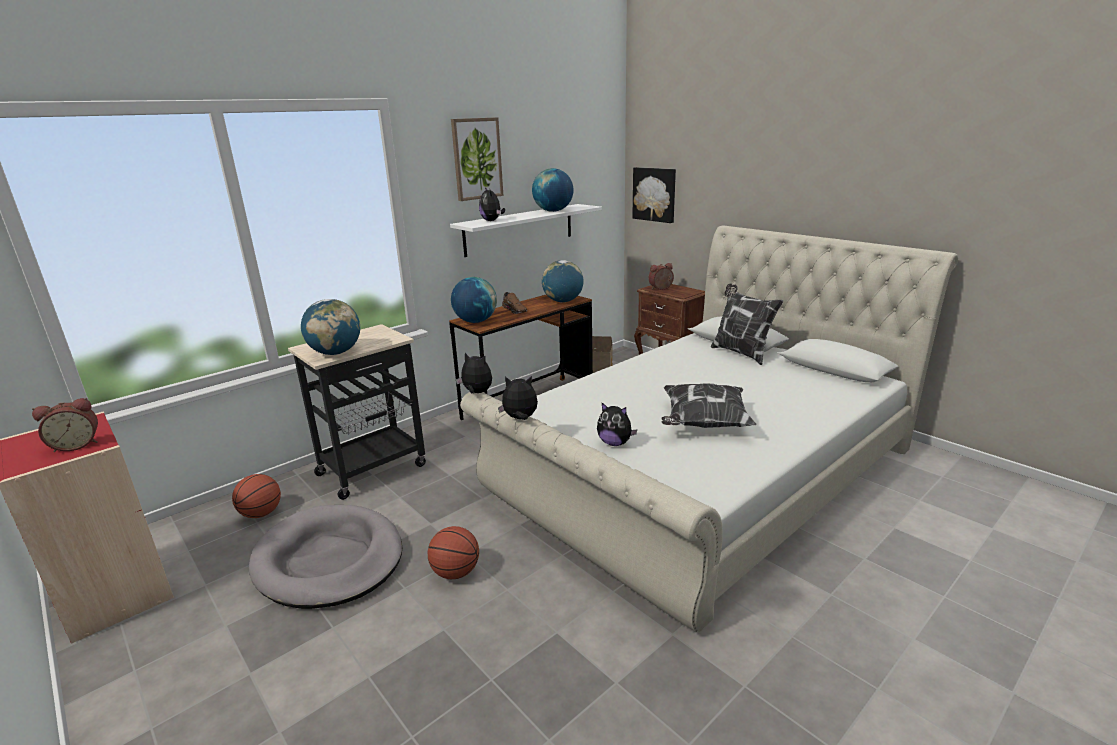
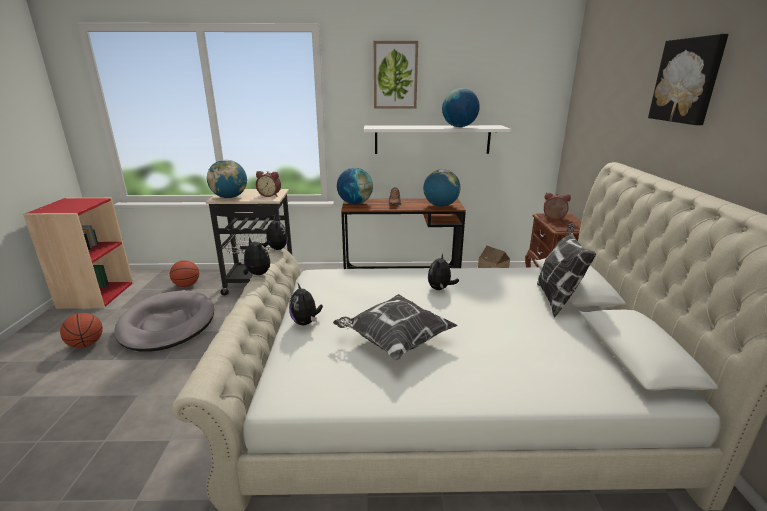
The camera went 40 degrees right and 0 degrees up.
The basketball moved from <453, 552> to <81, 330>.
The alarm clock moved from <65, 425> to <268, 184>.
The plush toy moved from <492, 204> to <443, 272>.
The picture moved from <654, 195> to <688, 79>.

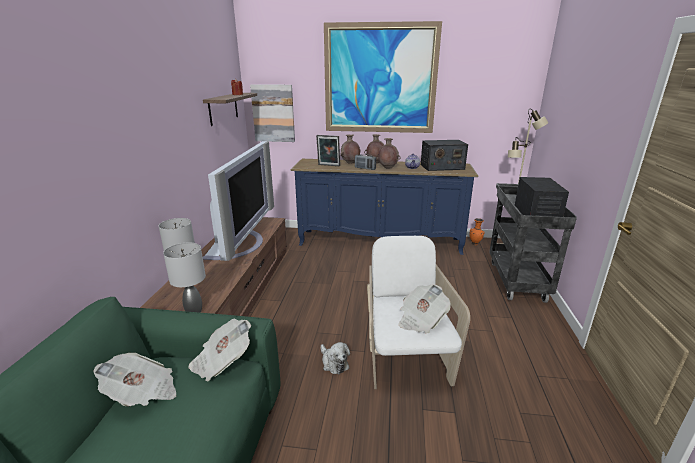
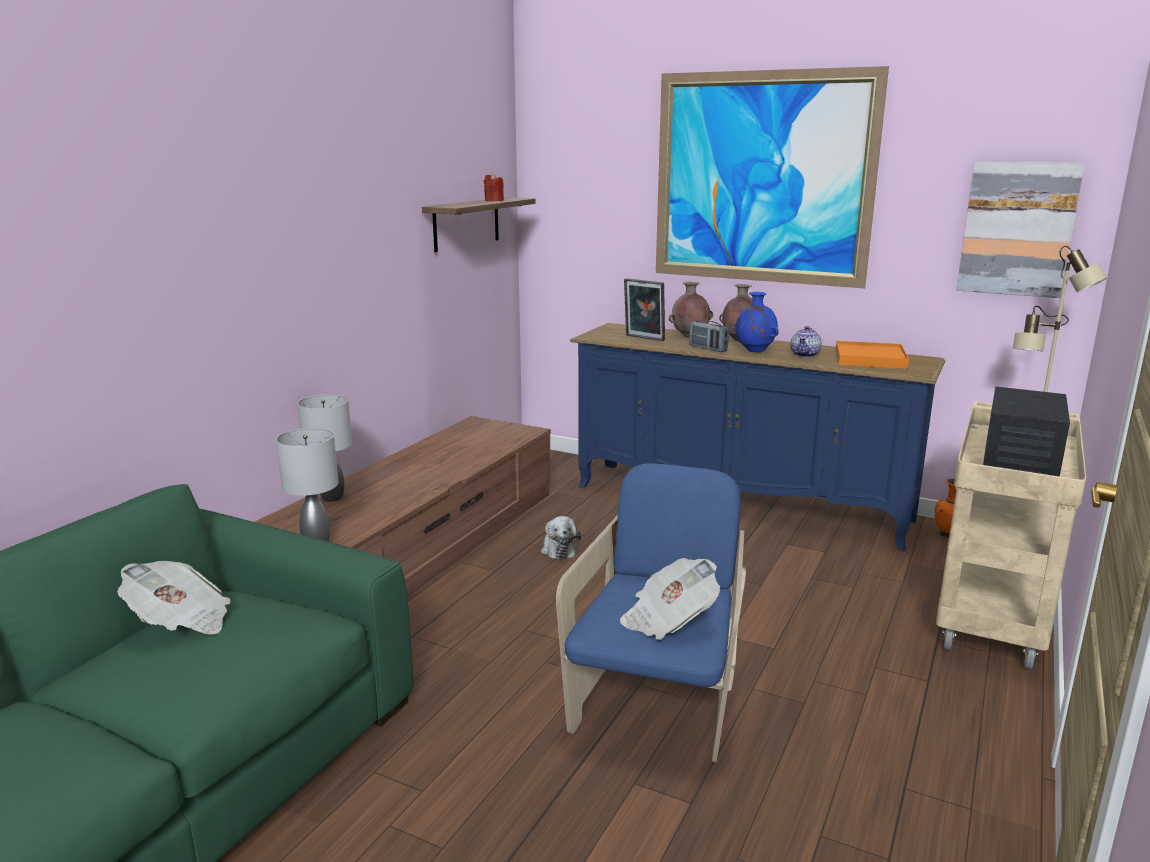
The camera went 20 degrees right and 5 degrees down.
The plush toy moved from <335, 358> to <561, 538>.
The armchair (white) at <418, 312> became the armchair (blue) at <651, 613>.
The vase (brown) at <389, 153> became the vase (blue) at <756, 322>.
The radio at <444, 155> was replaced by the tray (orange) at <872, 355>.
The cart (black) at <533, 243> became the cart (beige) at <1011, 535>.
The picture moved from <272, 113> to <1020, 230>.
The newspaper at <220, 350> disappeared.
The television at <238, 201> disappeared.

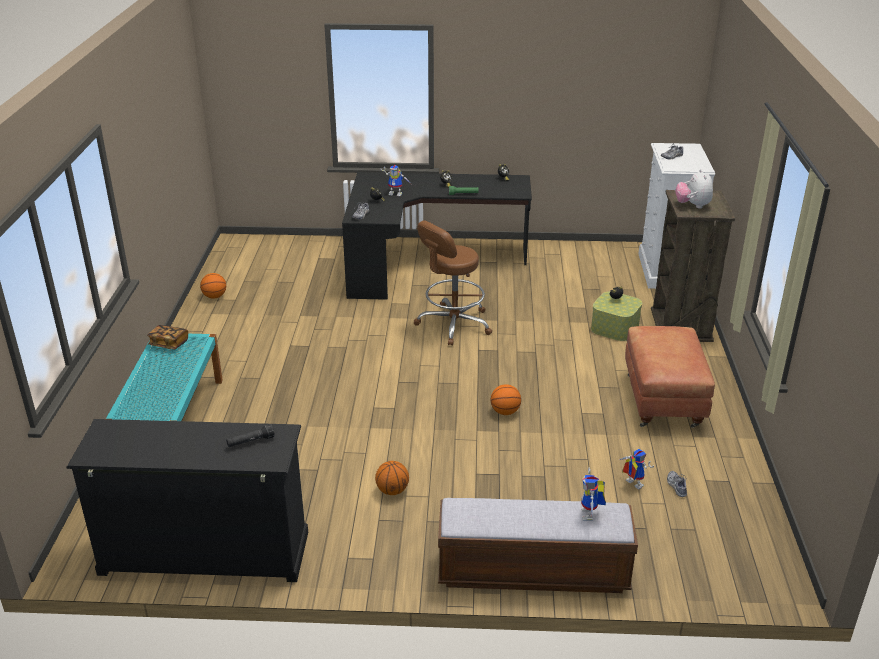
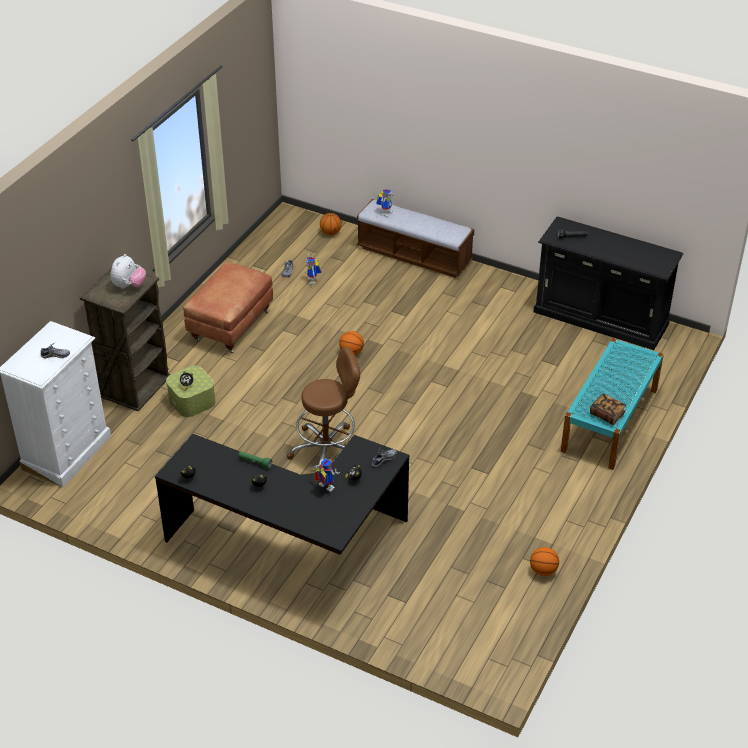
The camera went 155 degrees left and 10 degrees up.
The basketball moved from <392, 478> to <331, 224>.

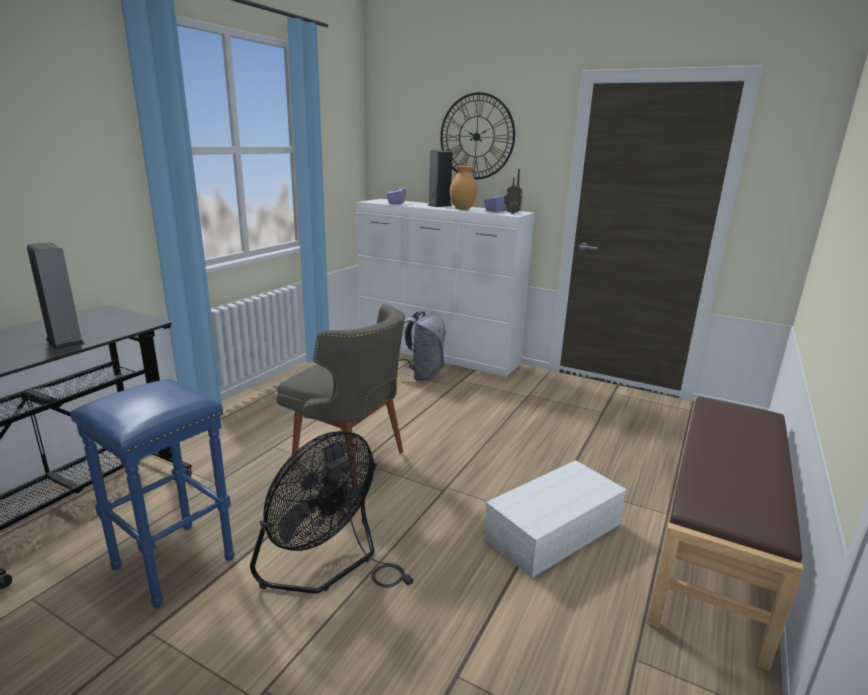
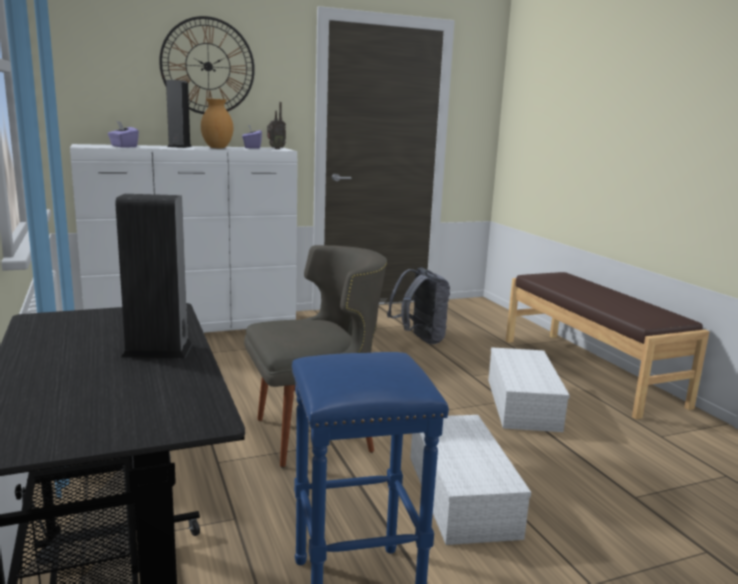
The camera went 50 degrees left and 5 degrees down.
The backpack (grey) moved from <422, 346> to <418, 305>.
The fan (black) at <331, 512> was replaced by the storage box (white) at <470, 480>.

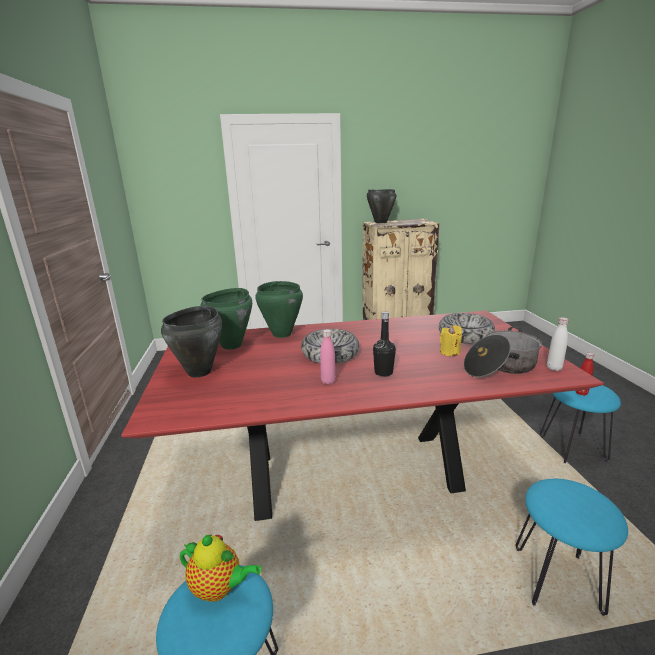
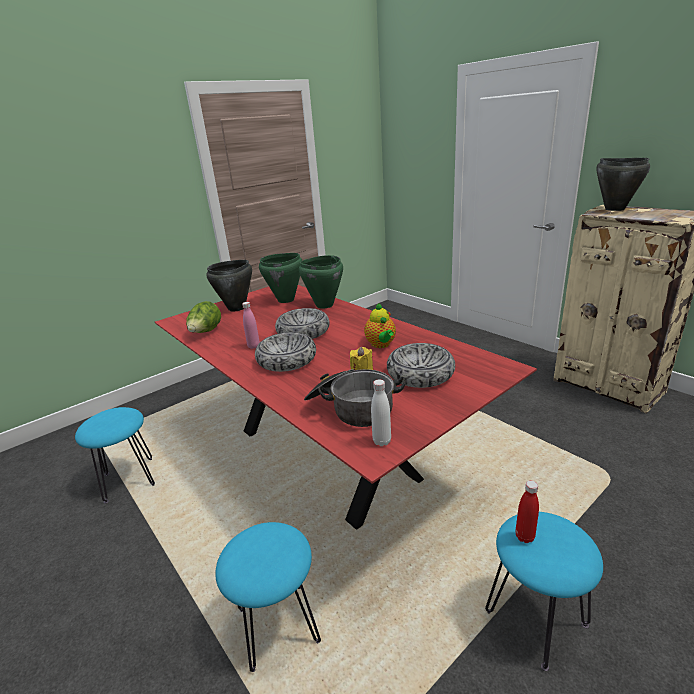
The camera went 60 degrees right and 5 degrees up.
The lettuce at <203, 317> appeared.
The bottle (black) at <384, 344> was replaced by the bowl at <285, 352>.
The teapot moved from <221, 568> to <380, 325>.

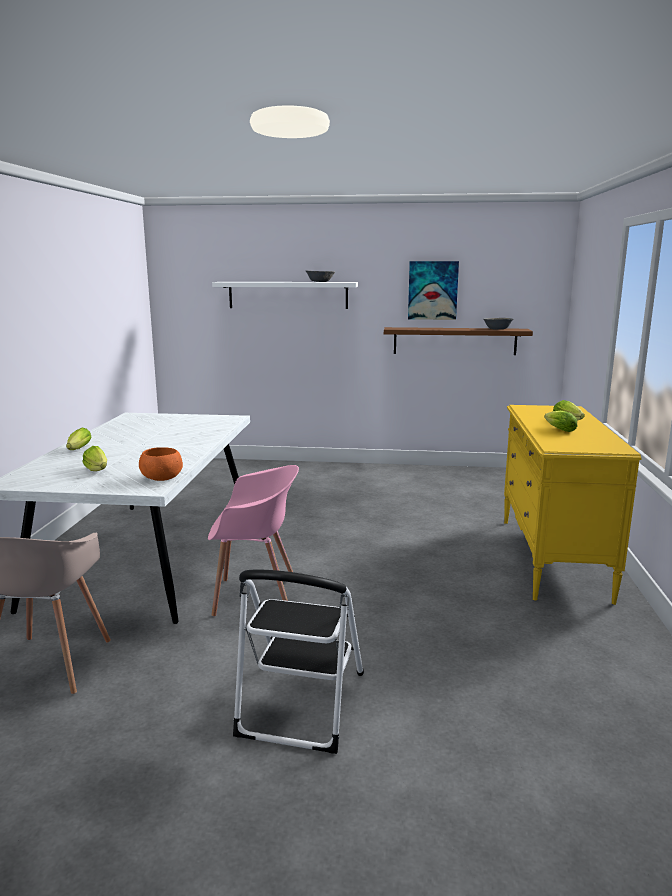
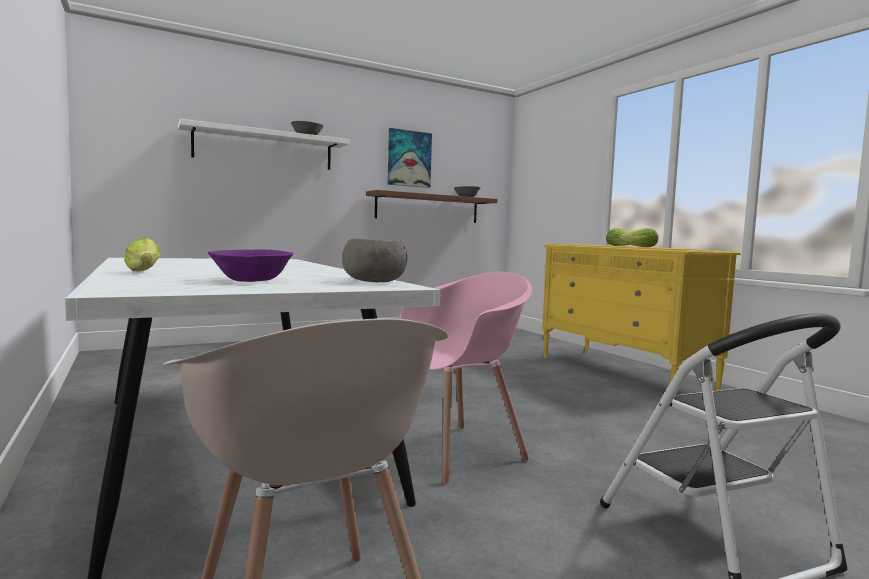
The camera went 35 degrees left and 10 degrees down.
The lettuce at <94, 458> was replaced by the bowl (purple) at <250, 265>.
The bowl (orange) at <161, 464> became the bowl (grey) at <374, 260>.

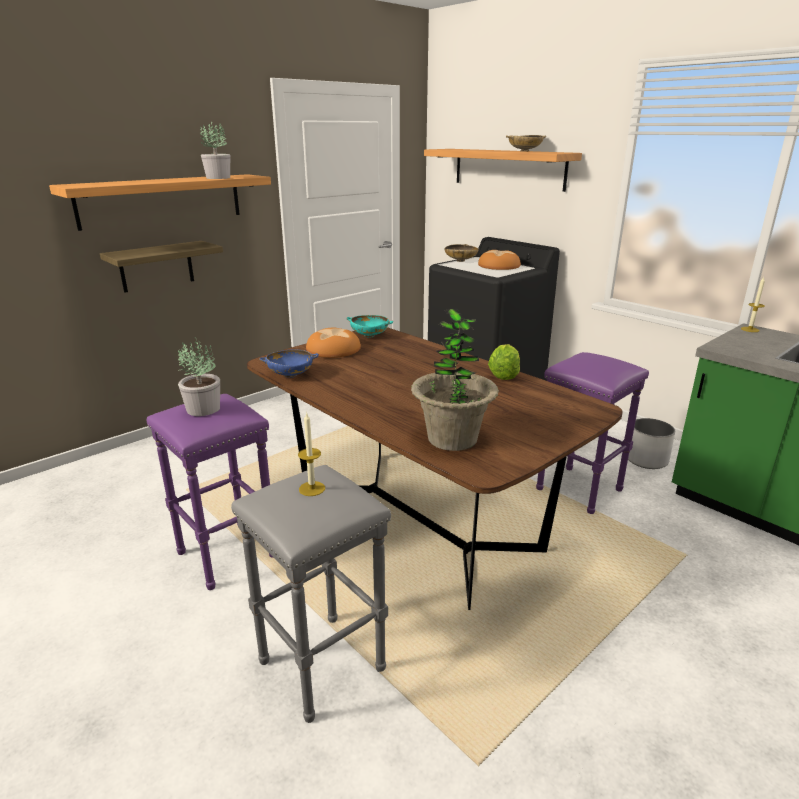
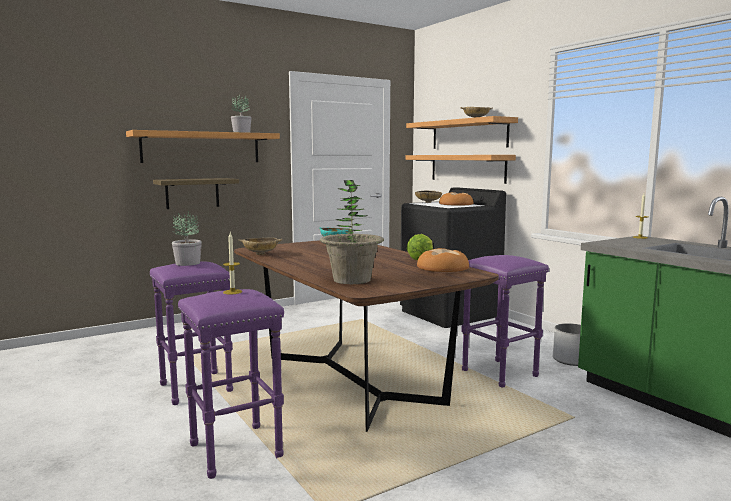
The camera went 10 degrees right and 15 degrees down.
The stool (grey) at <311, 594> became the stool (purple) at <231, 384>.
The bowl (blue) at <289, 363> became the bowl (beige) at <260, 246>.
The shelf at <460, 169> appeared.
The bread moved from <333, 343> to <443, 260>.

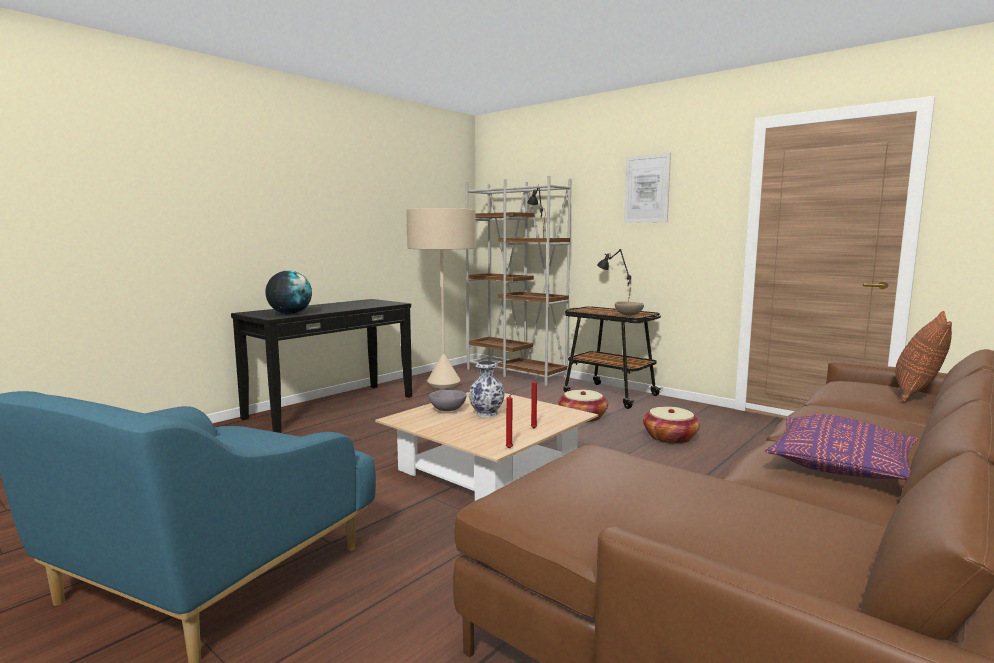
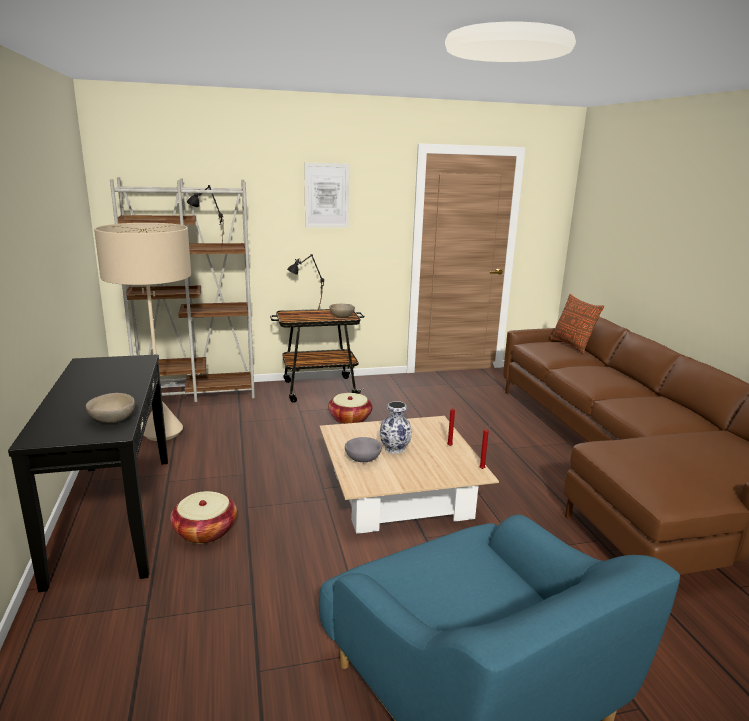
The camera went 55 degrees left and 10 degrees up.
The globe at <288, 293> was replaced by the bowl (beige) at <110, 408>.
The basket moved from <671, 425> to <203, 517>.
The pillow (purple) at <841, 447> disappeared.

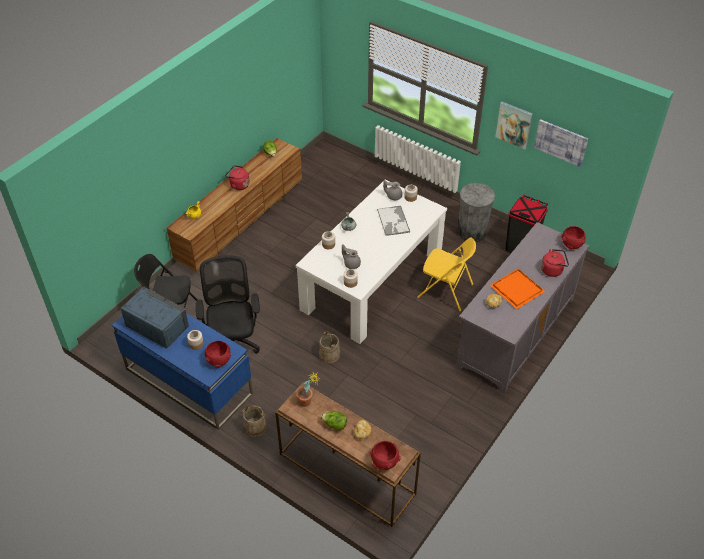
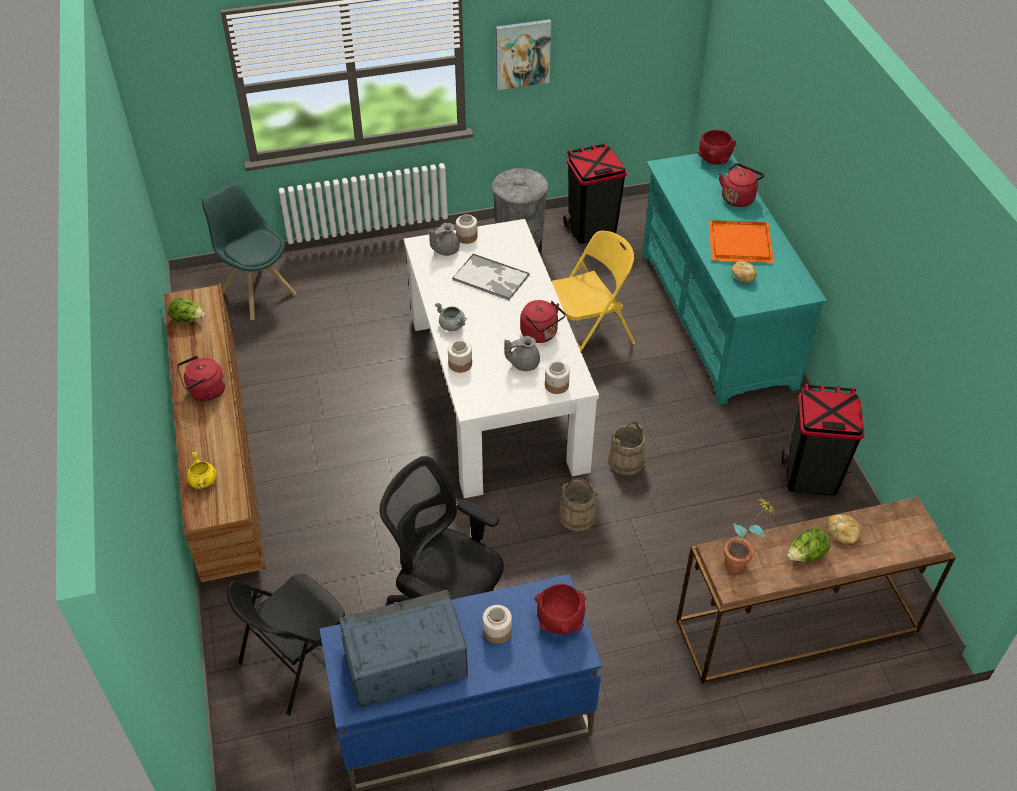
The camera went 50 degrees left and 0 degrees up.
The chair (turquoise) at <249, 251> appeared.
The kettle (red) at <543, 321> appeared.
The bucket (beige) moved from <254, 421> to <626, 448>.
The dresser (grey) at <522, 307> became the dresser (turquoise) at <734, 279>.
The trash can (black) at <823, 439> appeared.
The bowl (red) at <385, 455> disappeared.
The picture at <561, 143> disappeared.

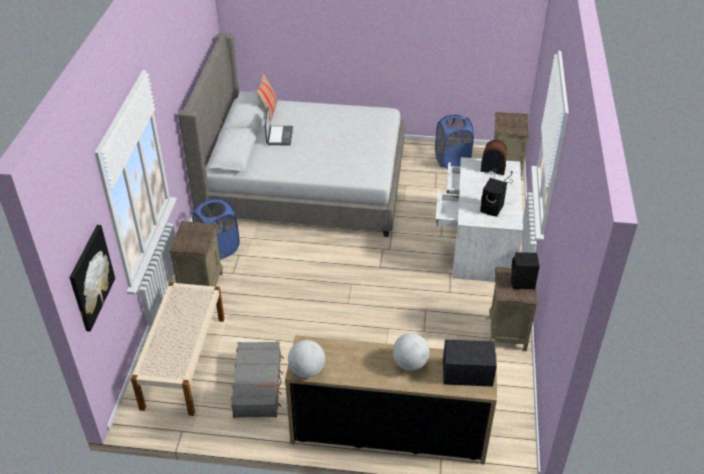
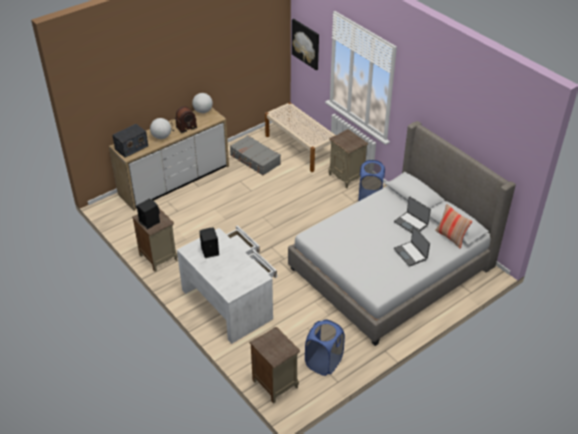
The camera went 135 degrees right and 0 degrees up.
The radio moved from <496, 161> to <183, 119>.
The laptop at <412, 246> appeared.

